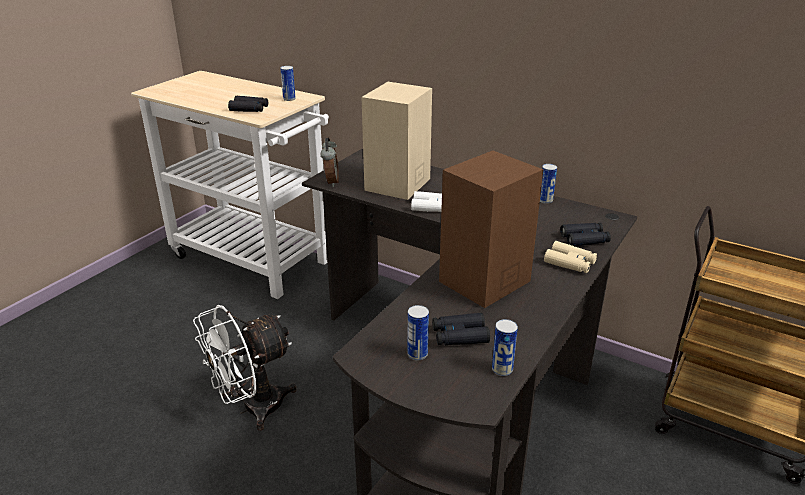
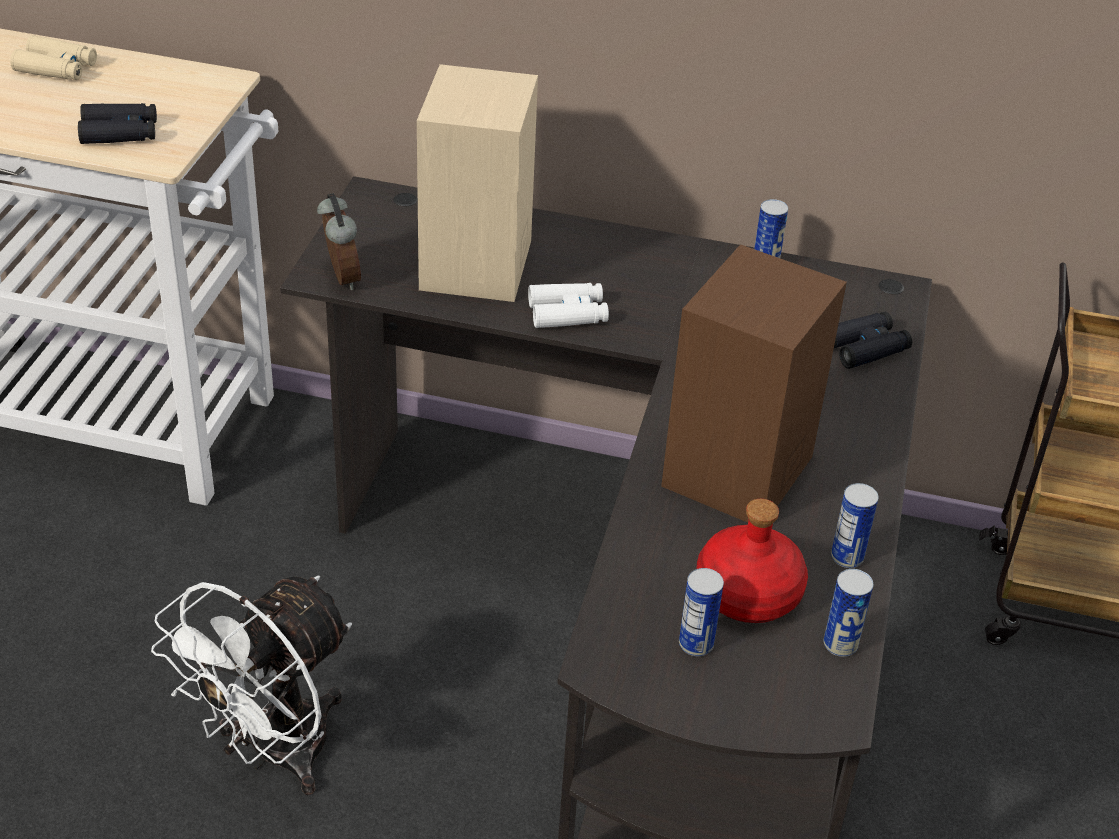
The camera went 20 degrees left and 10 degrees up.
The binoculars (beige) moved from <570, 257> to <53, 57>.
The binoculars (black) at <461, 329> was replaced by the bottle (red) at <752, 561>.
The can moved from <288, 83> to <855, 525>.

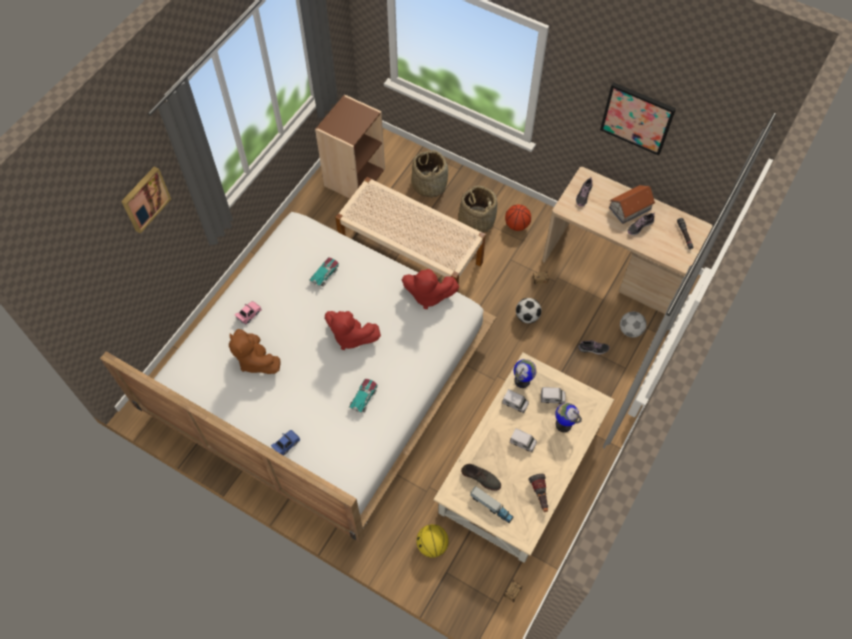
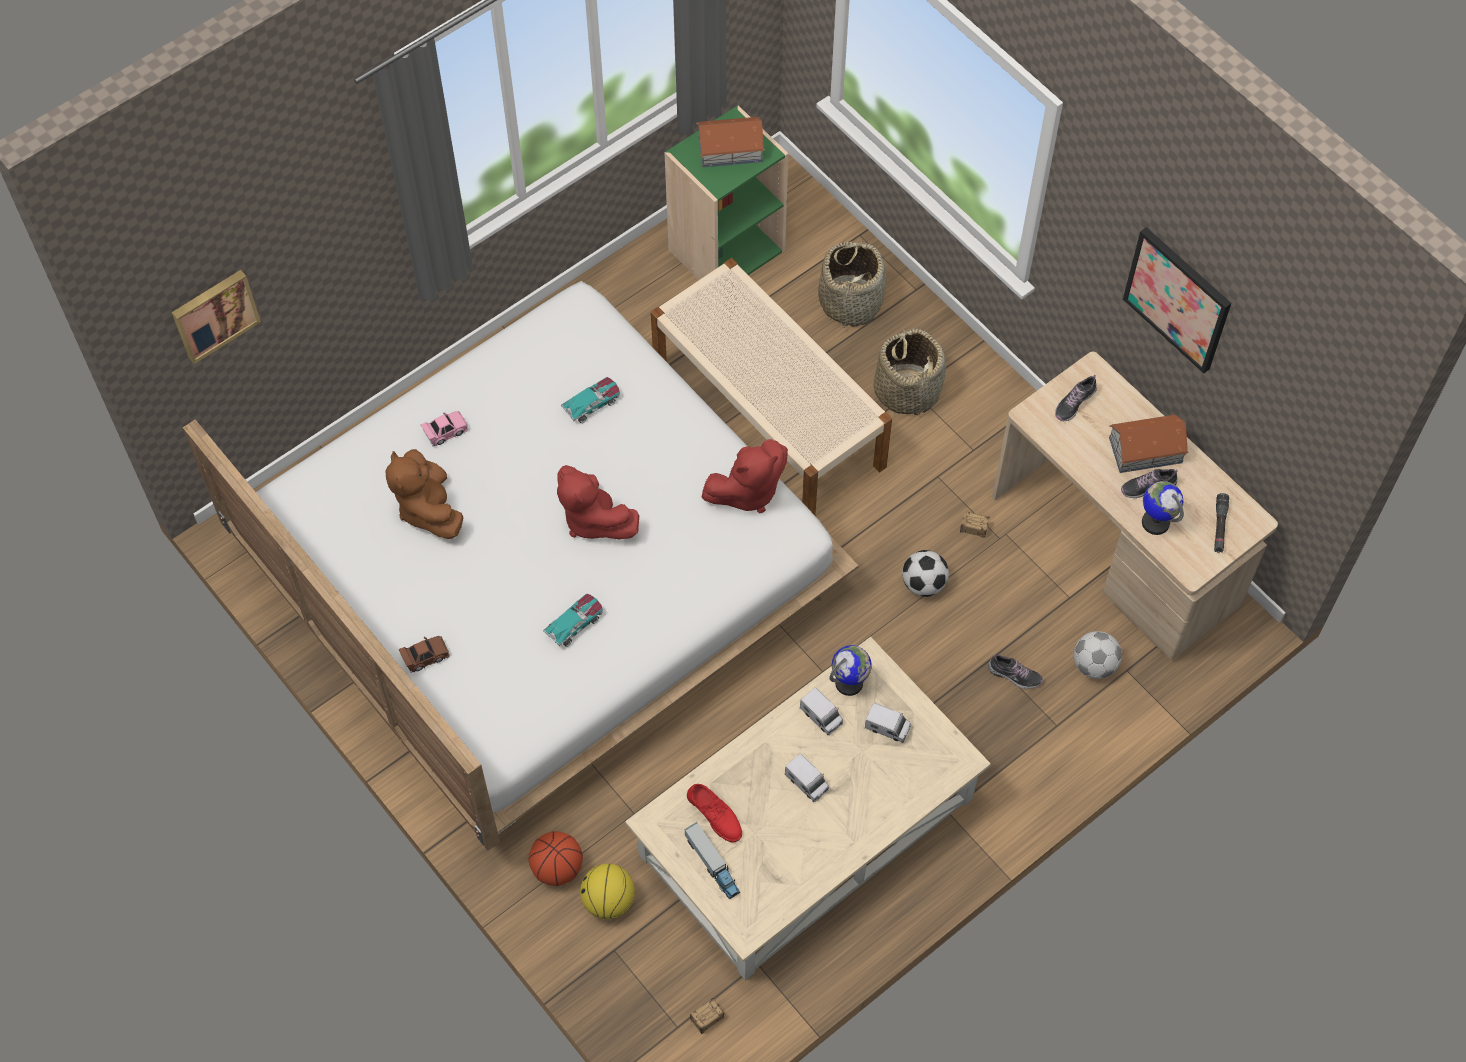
The camera went 20 degrees right and 0 degrees up.
The picture moved from <146, 199> to <216, 317>.
The toy car (blue) at <285, 443> became the toy car (brown) at <424, 654>.
The basketball moved from <518, 218> to <556, 858>.
The bookcase (brown) at <350, 146> became the bookcase (green) at <726, 199>.
The shoe (grey) at <481, 477> became the shoe (red) at <714, 813>.
The toy house at <730, 142> appeared.
The plush toy (red) at <430, 289> turned 60 degrees counterclockwise.
The globe moved from <568, 417> to <1163, 508>.
The flashlight at <538, 493> disappeared.

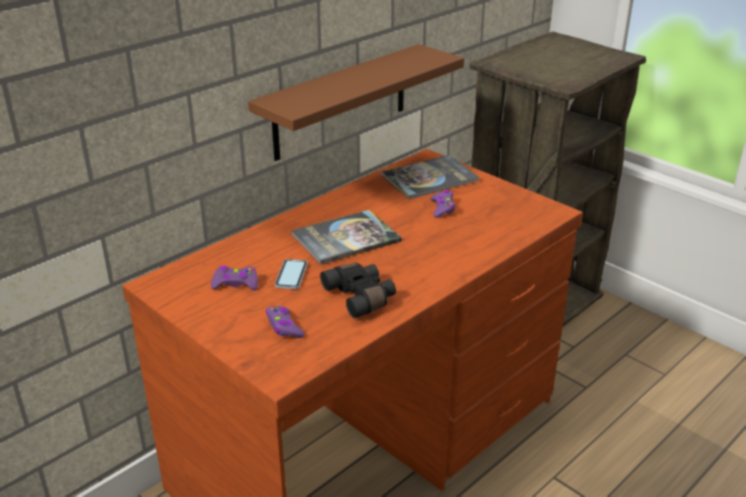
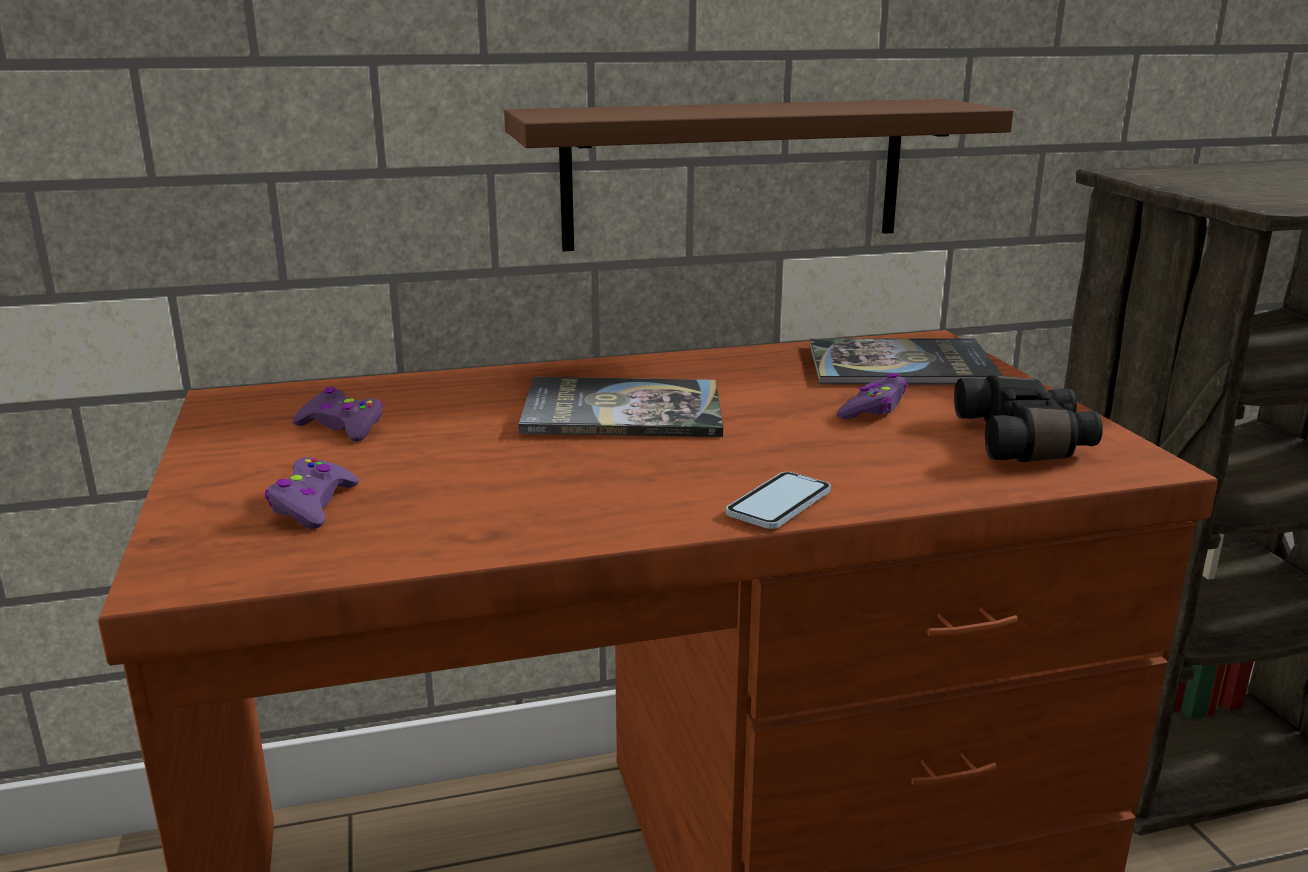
The camera went 30 degrees right and 10 degrees down.
The phone moved from <291, 274> to <778, 500>.
The binoculars (black) moved from <358, 290> to <1028, 418>.

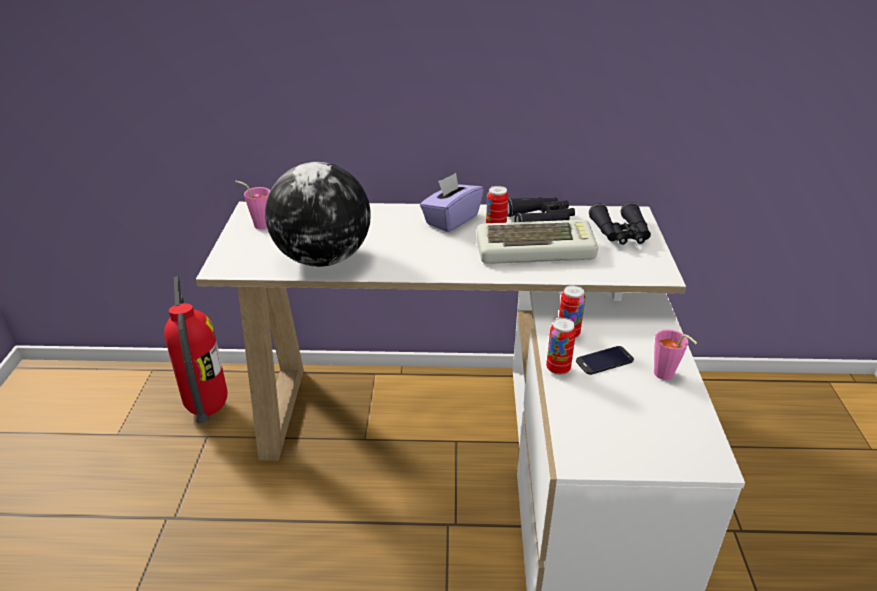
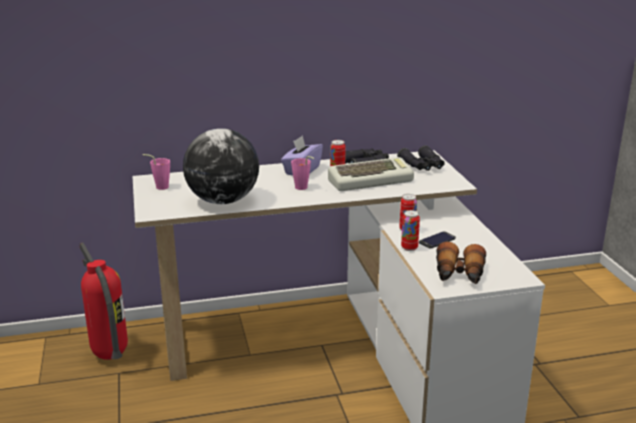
The camera went 15 degrees left and 10 degrees down.
The cup (pink) moved from <675, 354> to <302, 173>.
The binoculars at <461, 263> appeared.

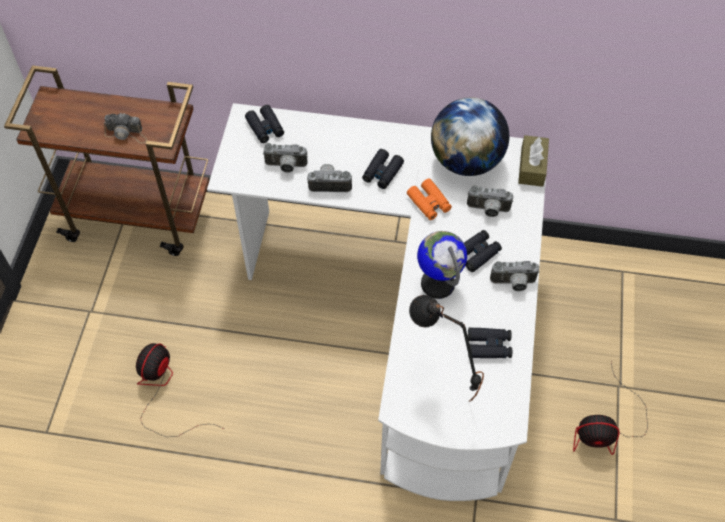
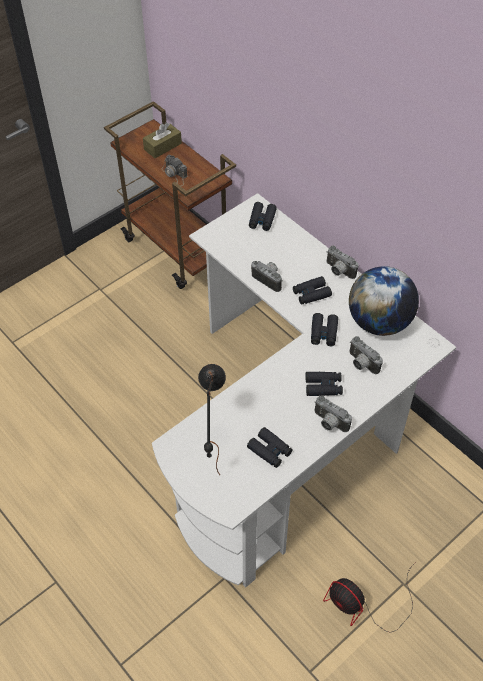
The camera went 40 degrees right and 5 degrees down.
The tissue box (brown) moved from <533, 161> to <162, 140>.
The binoculars (orange) at <429, 199> became the binoculars (black) at <324, 329>.
The photo camera moved from <285, 158> to <343, 262>.
The fan at <180, 390> disappeared.
The globe at <442, 265> disappeared.

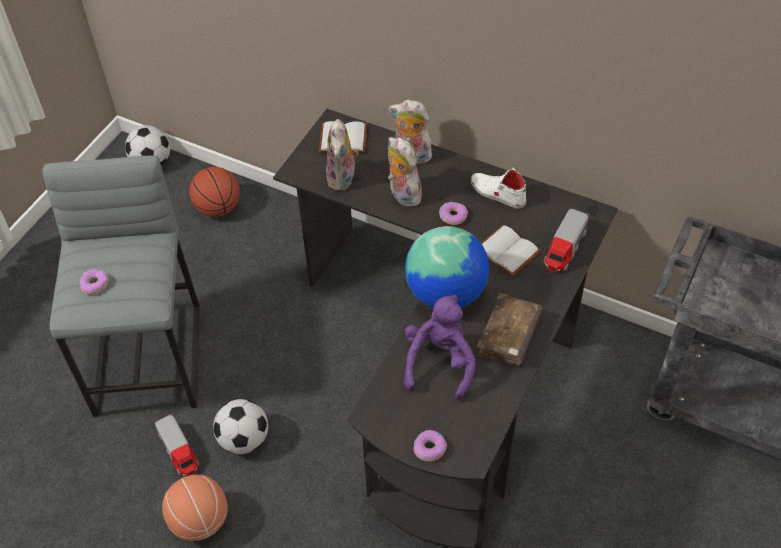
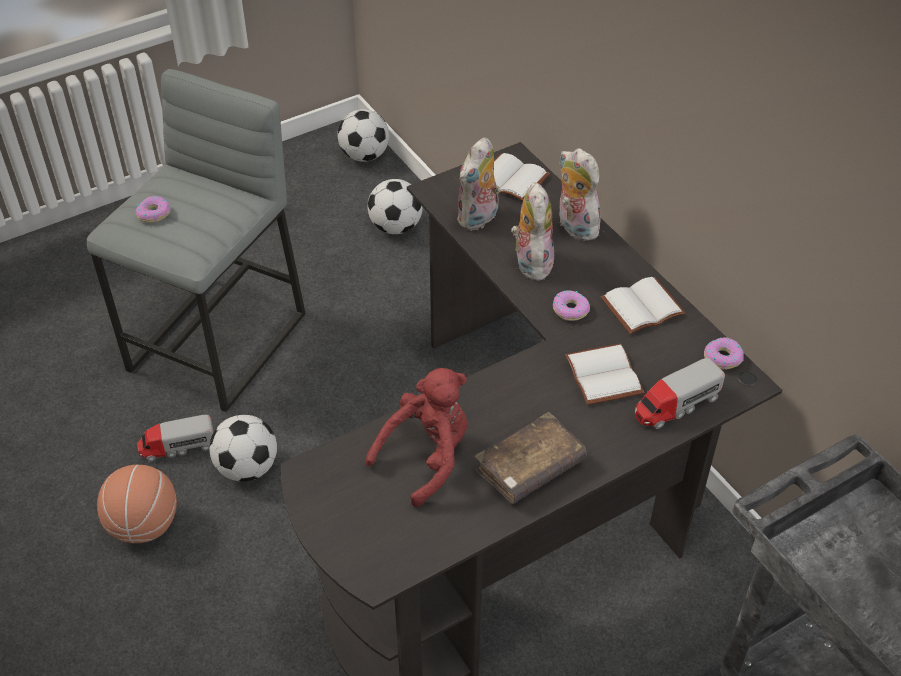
The camera went 30 degrees right and 5 degrees down.
The toy truck at <177, 445> turned 75 degrees clockwise.
The plush toy (purple) at <440, 347> became the plush toy (red) at <416, 437>.
The basketball at <214, 192> was replaced by the football at <395, 206>.
The shoe (white) at <498, 188> was replaced by the book (white) at <643, 305>.
The donut moved from <430, 446> to <724, 353>.
The globe at <447, 267> disappeared.

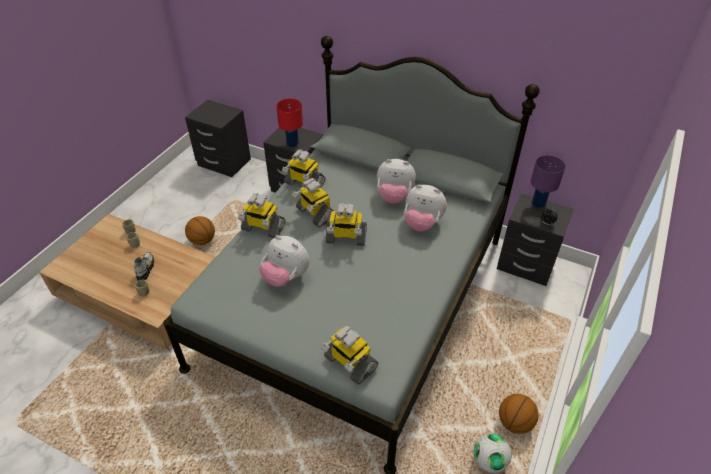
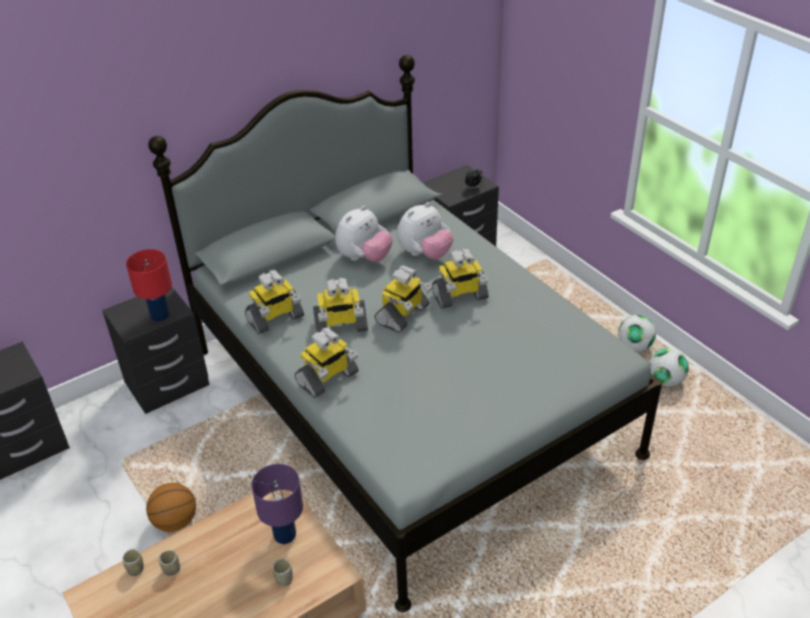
The camera went 60 degrees left and 5 degrees down.
The table lamp (purple) moved from <548, 181> to <277, 504>.
The toy robot moved from <349, 355> to <460, 278>.
The basketball at <519, 414> was replaced by the football at <637, 333>.
The shoe at <143, 266> disappeared.
The plush toy at <284, 261> disappeared.

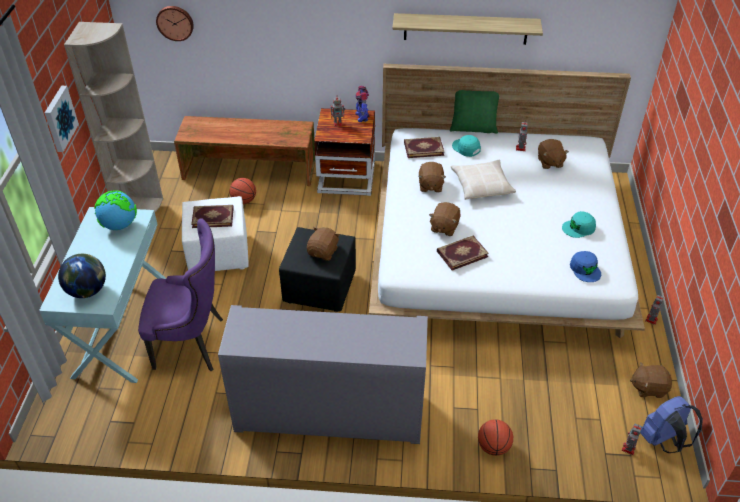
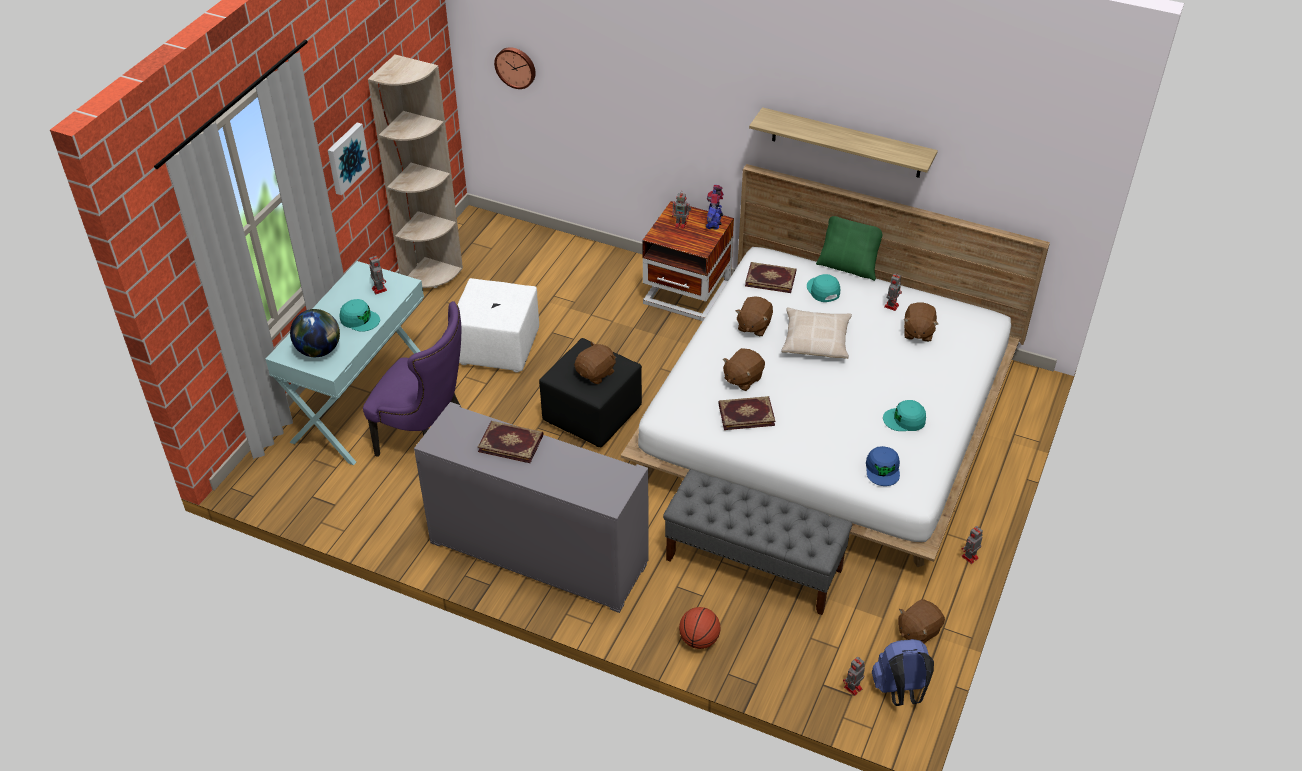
The camera went 20 degrees right and 0 degrees up.
The cap (turquoise) at <359, 315> appeared.
The globe at <115, 210> was replaced by the toy robot at <378, 274>.
The book moved from <212, 216> to <510, 442>.
The bench (grey) at <758, 542> appeared.
The plush toy (brown) at <651, 380> turned 60 degrees counterclockwise.
The bench (brown) at <244, 151> disappeared.
The basketball at <242, 191> disappeared.

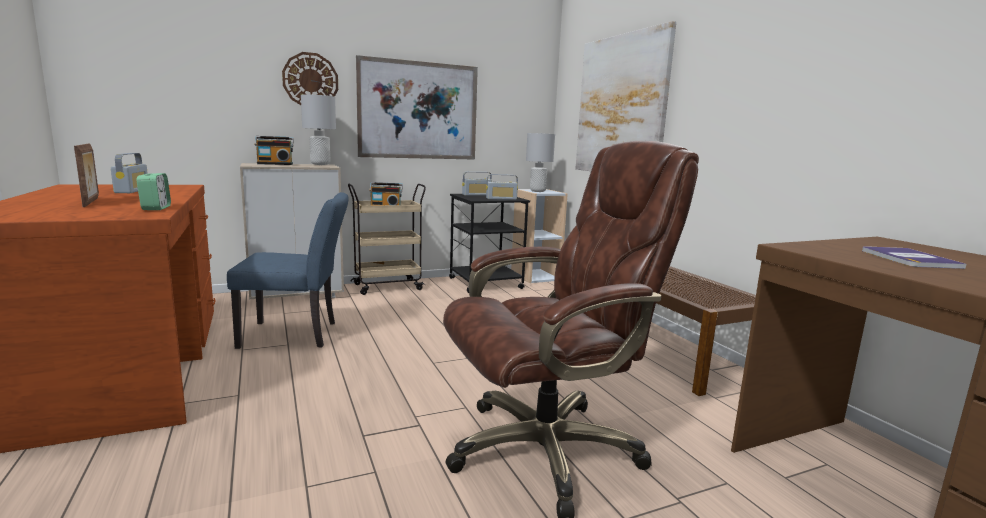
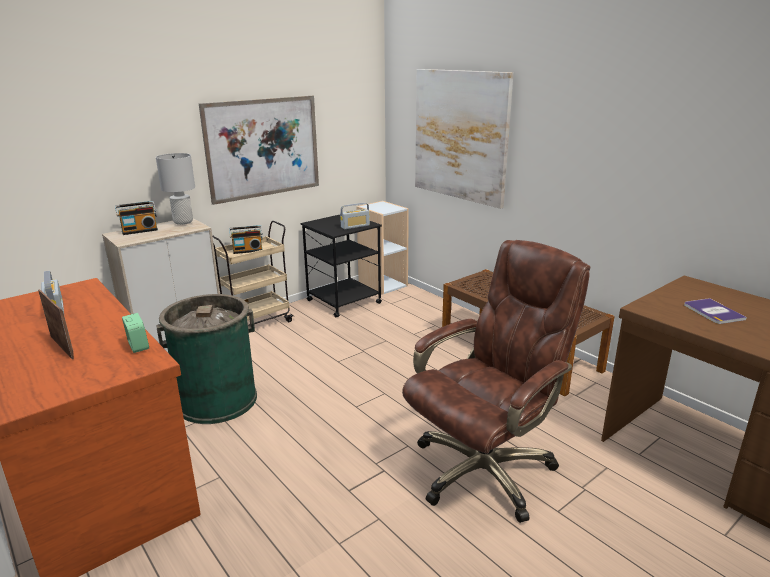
The camera went 15 degrees left and 10 degrees up.
The chair (blue) at <288, 270> was replaced by the trash can (green) at <206, 359>.
The wall clock at <310, 78> disappeared.
The radio at <477, 184> disappeared.
The table lamp (grey) at <540, 162> disappeared.

